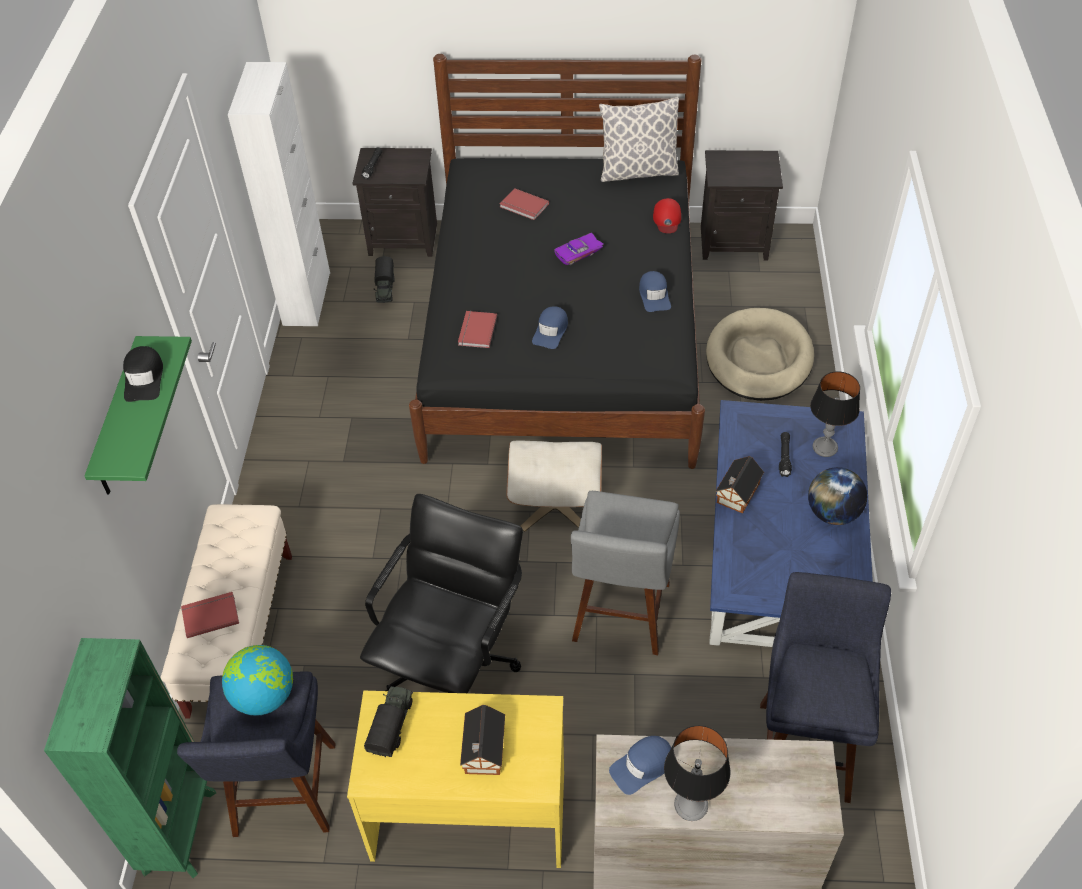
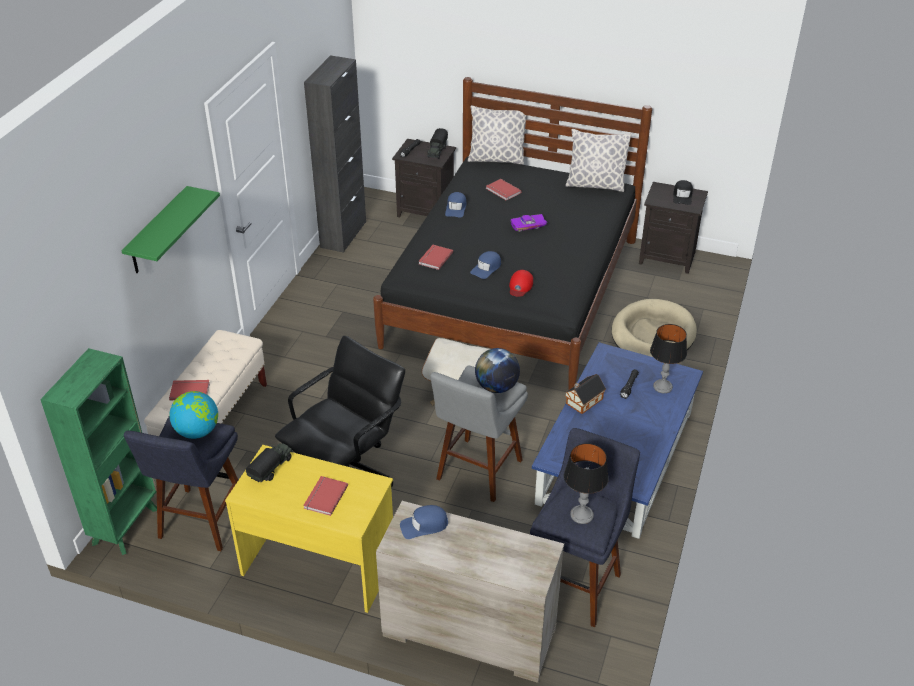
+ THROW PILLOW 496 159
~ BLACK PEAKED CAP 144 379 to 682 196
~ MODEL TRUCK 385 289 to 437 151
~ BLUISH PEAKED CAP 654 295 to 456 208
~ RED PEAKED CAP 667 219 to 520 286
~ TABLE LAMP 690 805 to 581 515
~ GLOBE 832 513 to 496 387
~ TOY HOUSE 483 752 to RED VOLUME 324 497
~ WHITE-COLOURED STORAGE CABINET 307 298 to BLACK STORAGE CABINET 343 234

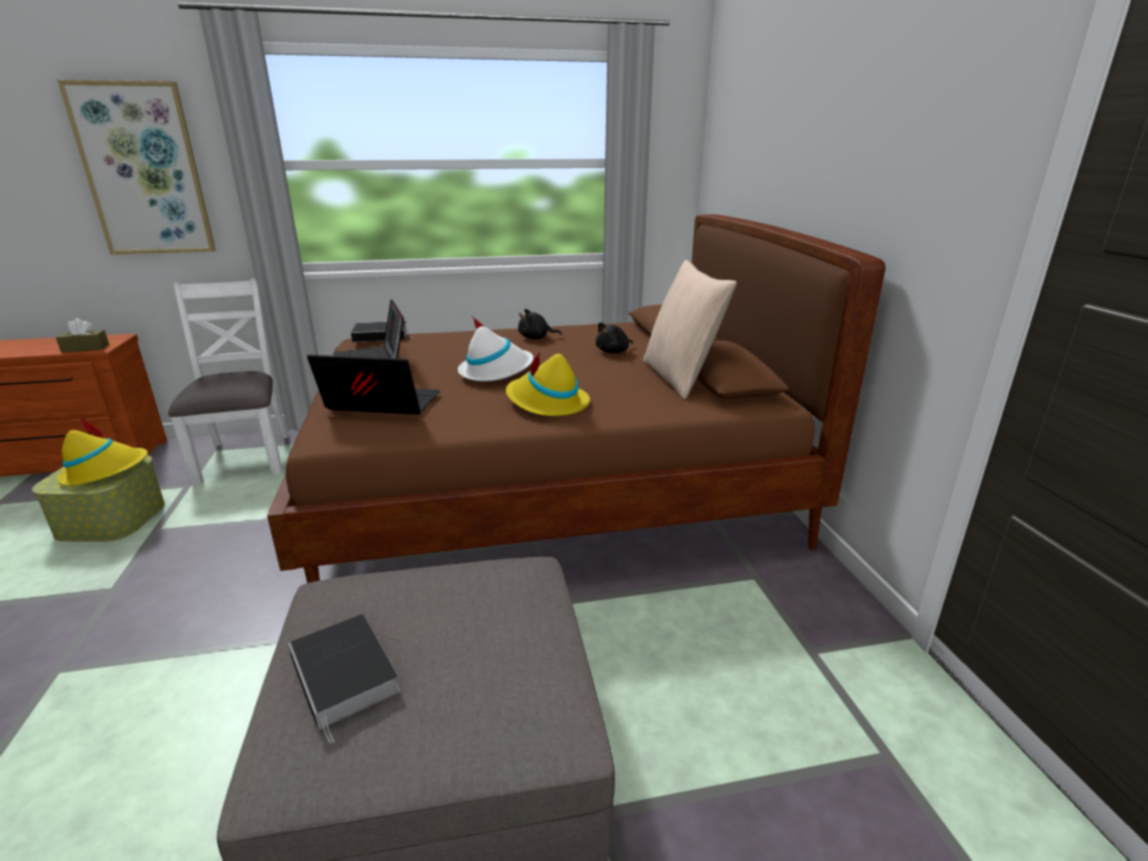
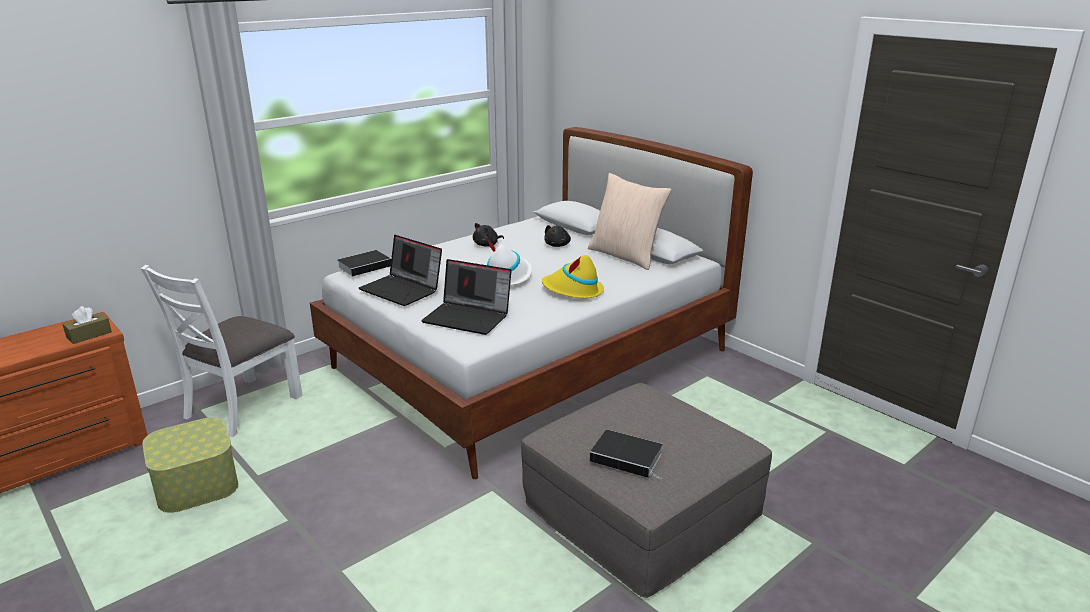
- PICTURE 143 171
- YELLOW-COLOURED HAT 105 471
~ BROWN-COLOURED BEDROOM BED 549 490 to WHITE-COLOURED BEDROOM BED 531 361
~ WHITE-COLOURED PLAIN CHAIR 245 457 = 242 406 105 degrees counterclockwise
~ NOTEBOOK COMPUTER 379 405 = 469 317 135 degrees counterclockwise

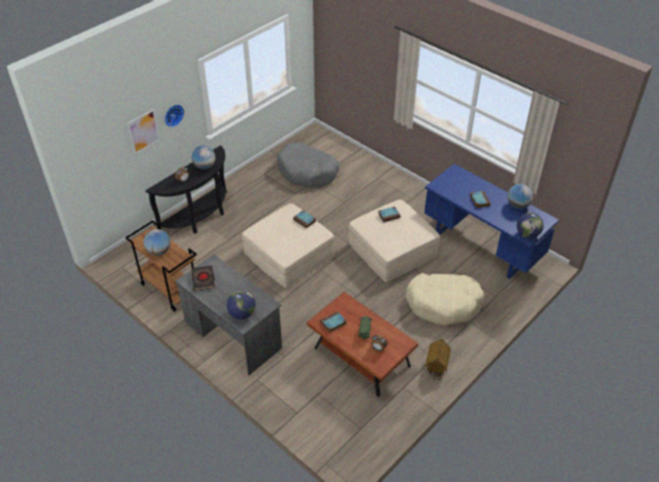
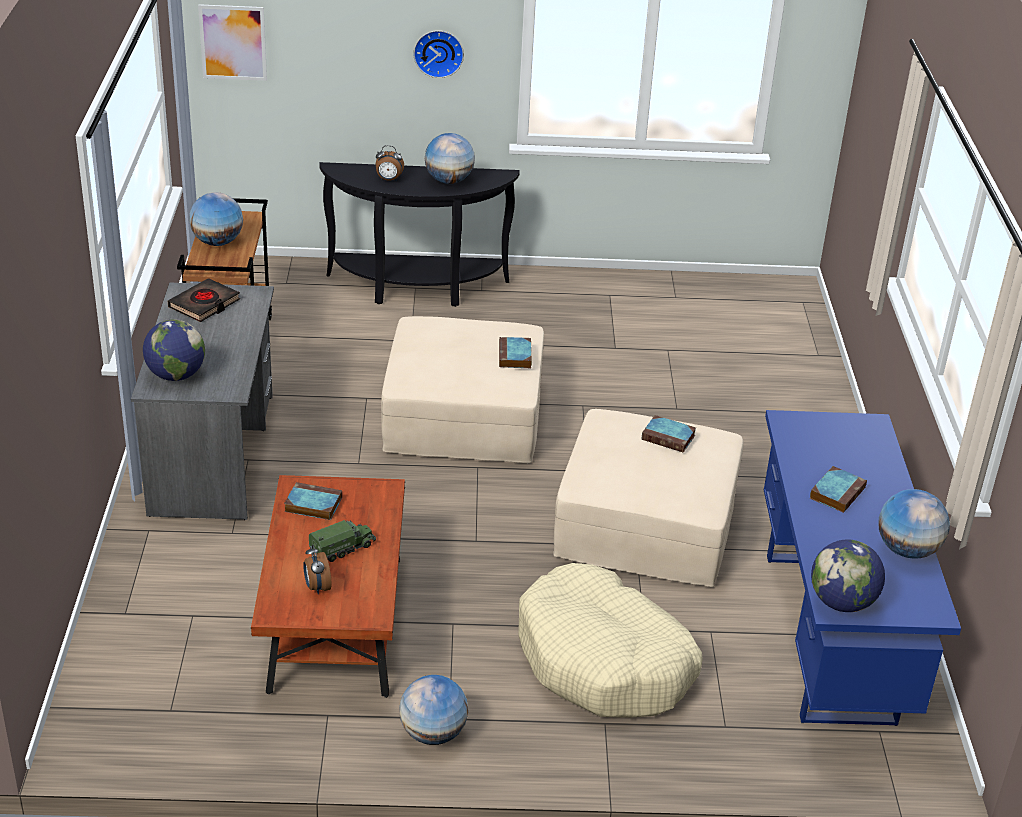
- GREY DOG BED 307 171
~ PICTURE 143 131 to 233 42
~ TOY HOUSE 436 365 to GLOBE 433 734

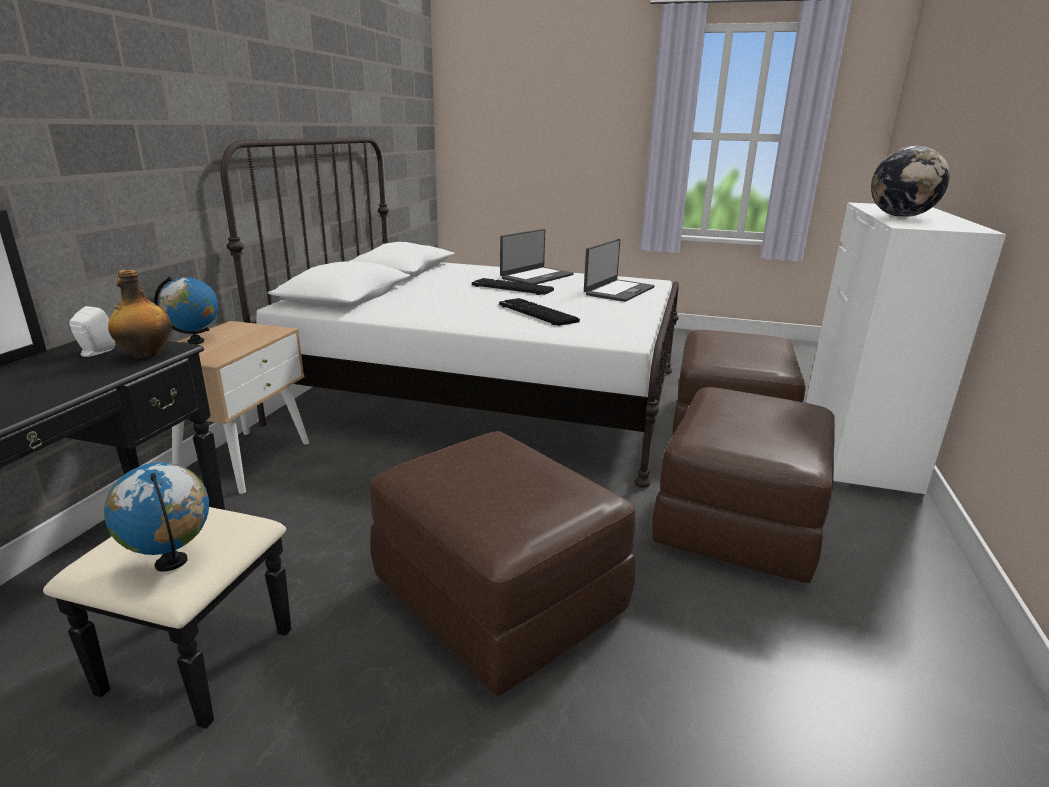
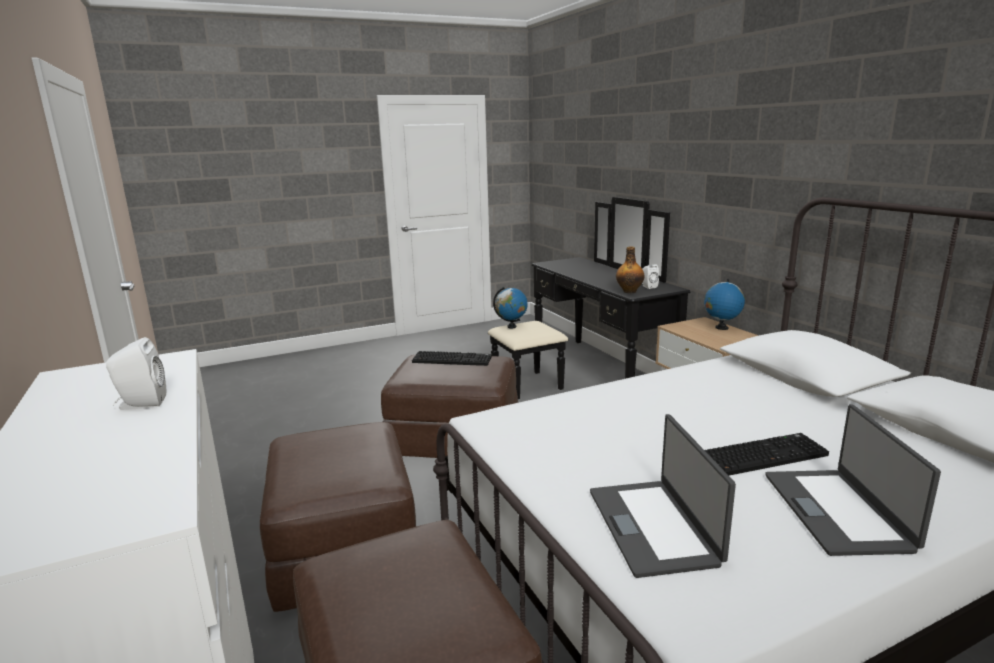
~ KEYBOARD 535 313 to 453 359
~ GLOBE 900 216 to WHITE-COLOURED LOUDSPEAKER 140 404

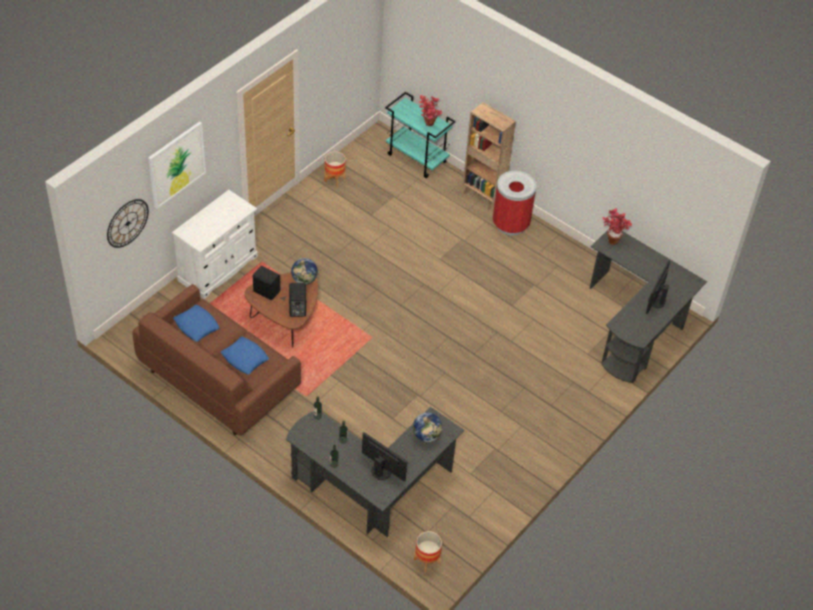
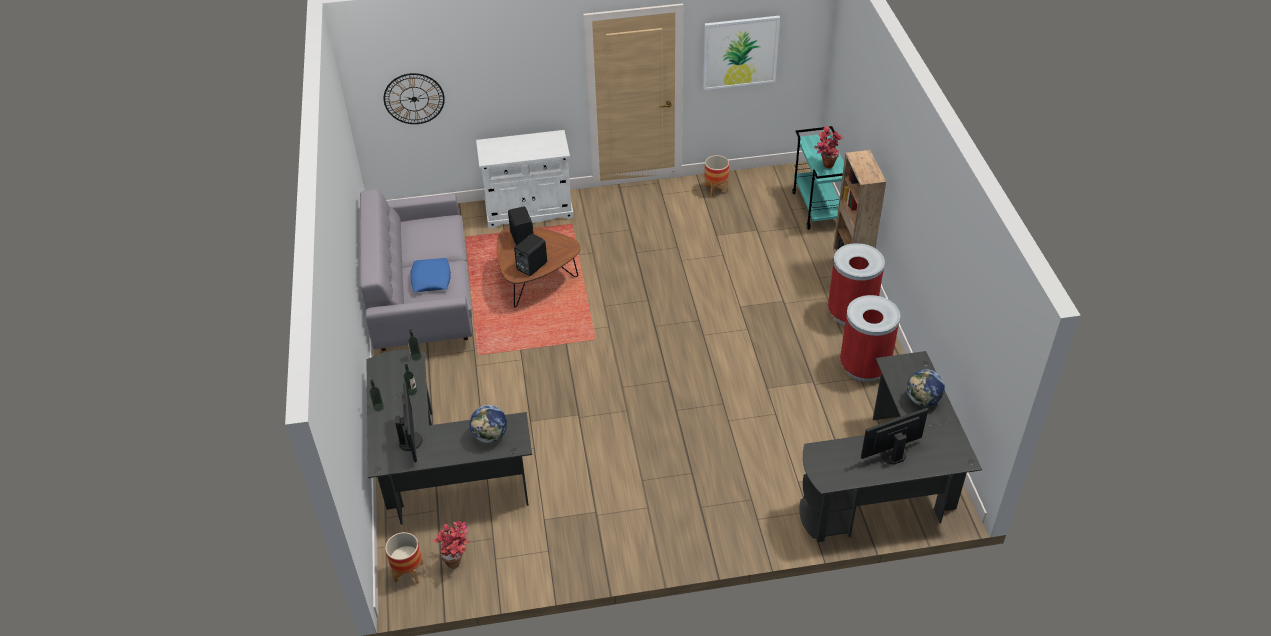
- BLUISH THROW PILLOW 196 326
+ RED WASTE BIN 864 367
~ PICTURE 176 164 to 740 52
~ GLOBE 304 280 to 923 400
~ HOUSEPLANT 612 239 to 457 560
~ BROWN-COLOURED SOFA 219 380 to GREY SOFA 423 299

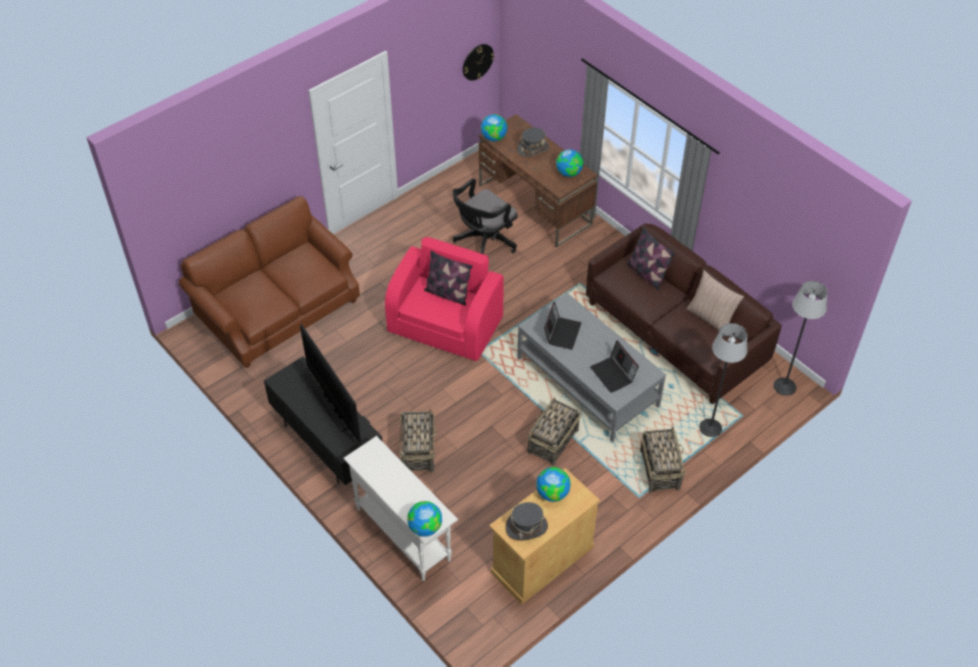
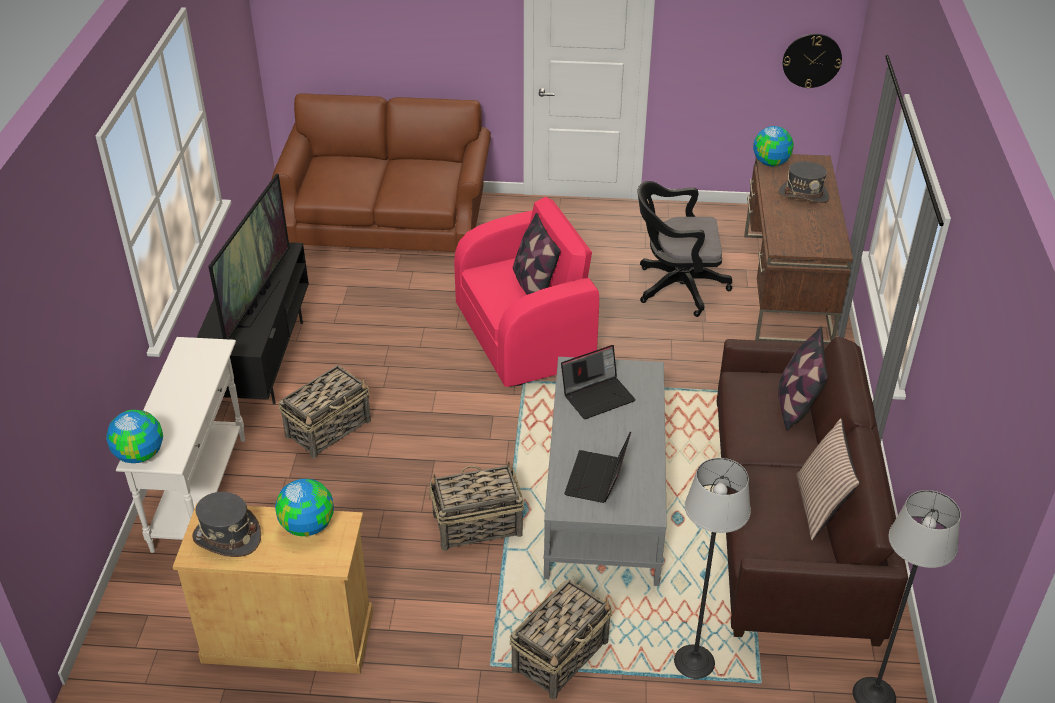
- GLOBE 569 173

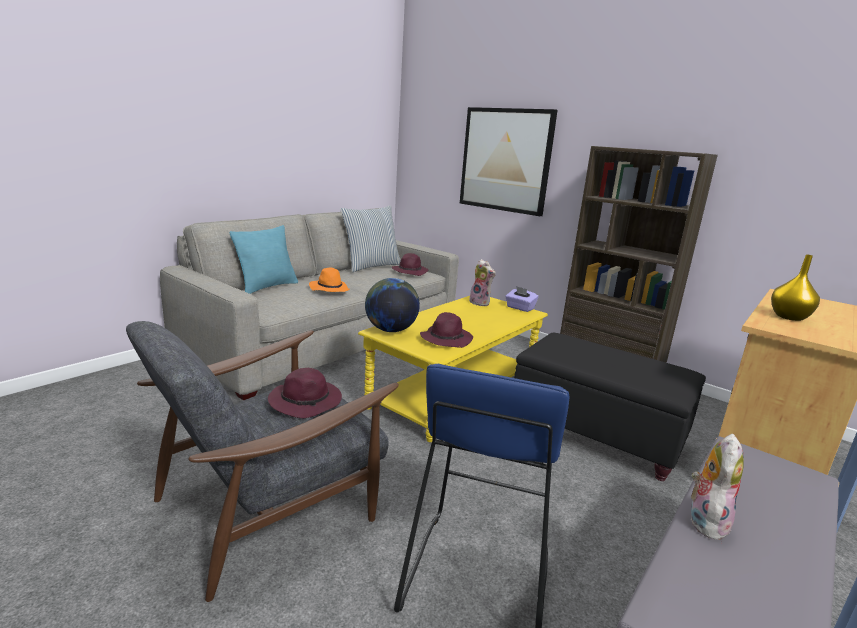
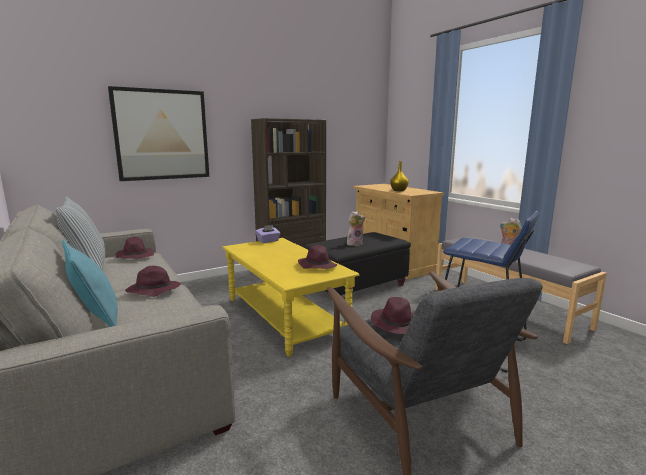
- GLOBE 390 330
~ PLUSH TOY 481 303 to 354 243
~ ORANGE HAT 329 289 to PURPLE HAT 153 290

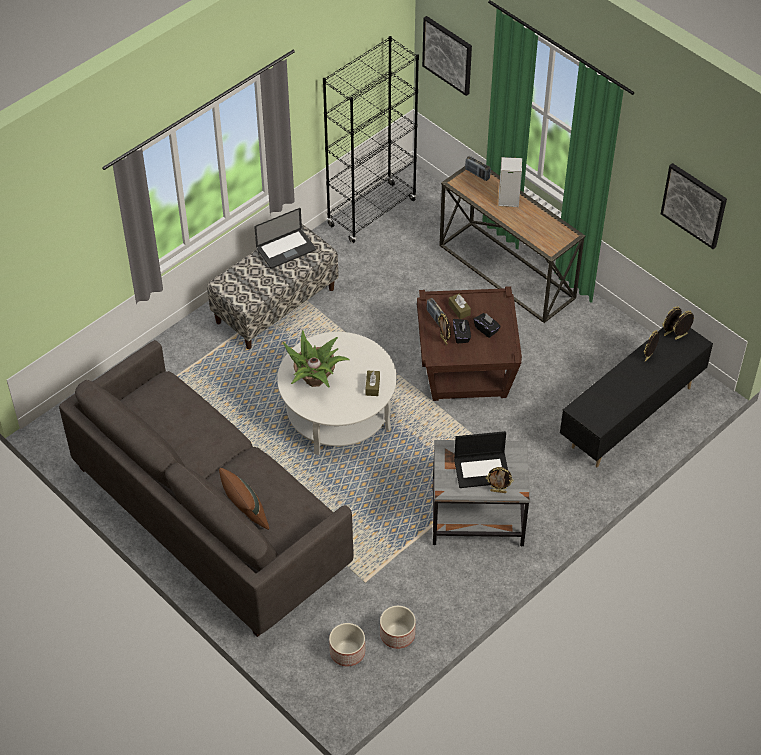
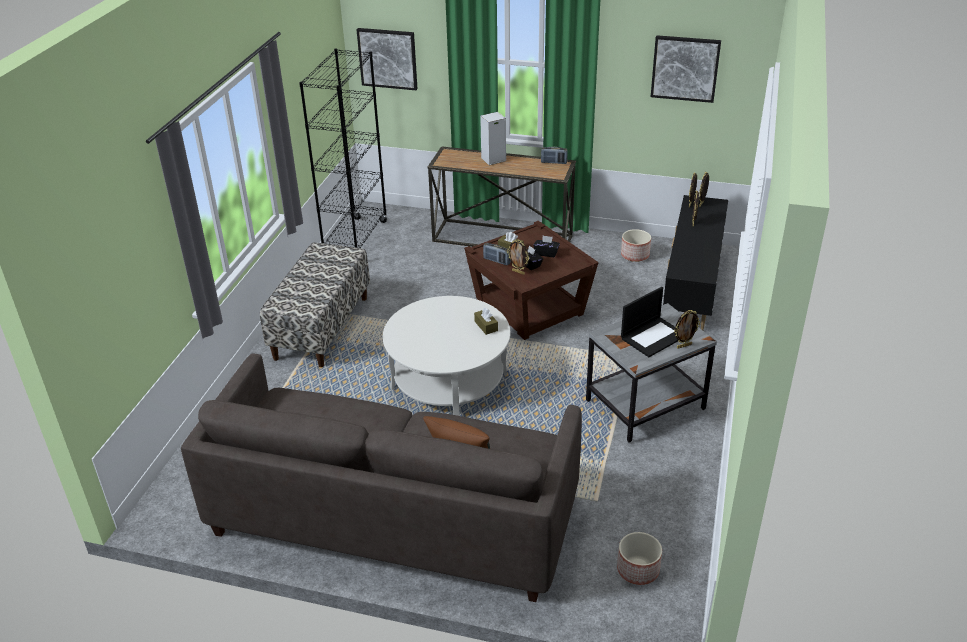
- NOTEBOOK COMPUTER 286 250
- HOUSEPLANT 315 380
~ PLANT POT 397 635 to 635 255
~ RADIO RECEIVER 477 174 to 553 162

